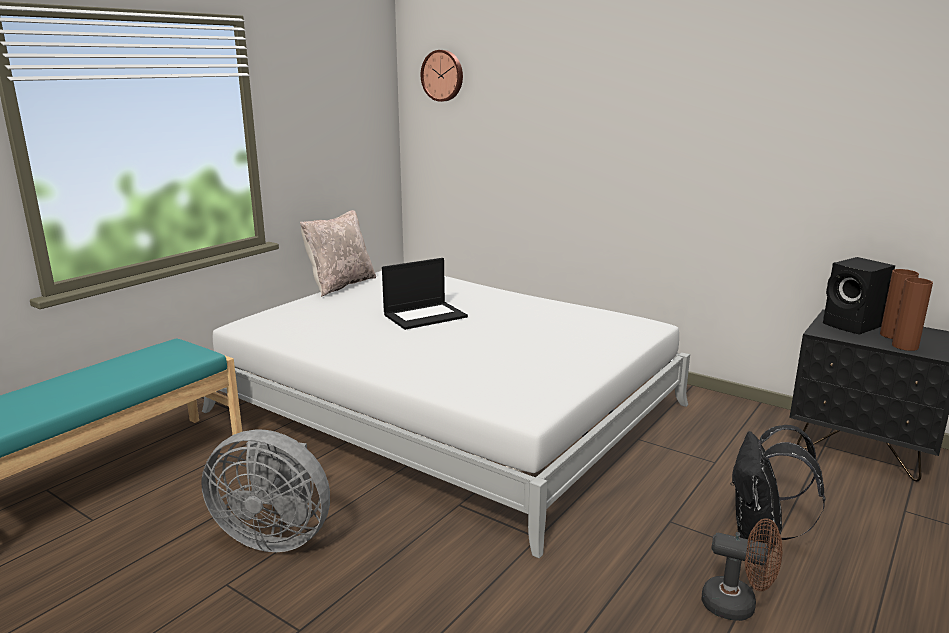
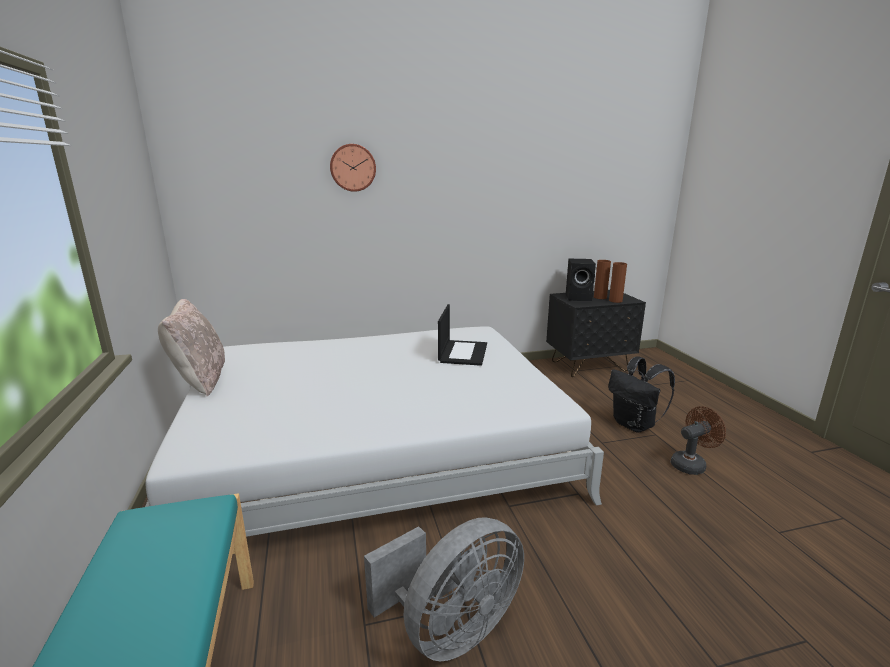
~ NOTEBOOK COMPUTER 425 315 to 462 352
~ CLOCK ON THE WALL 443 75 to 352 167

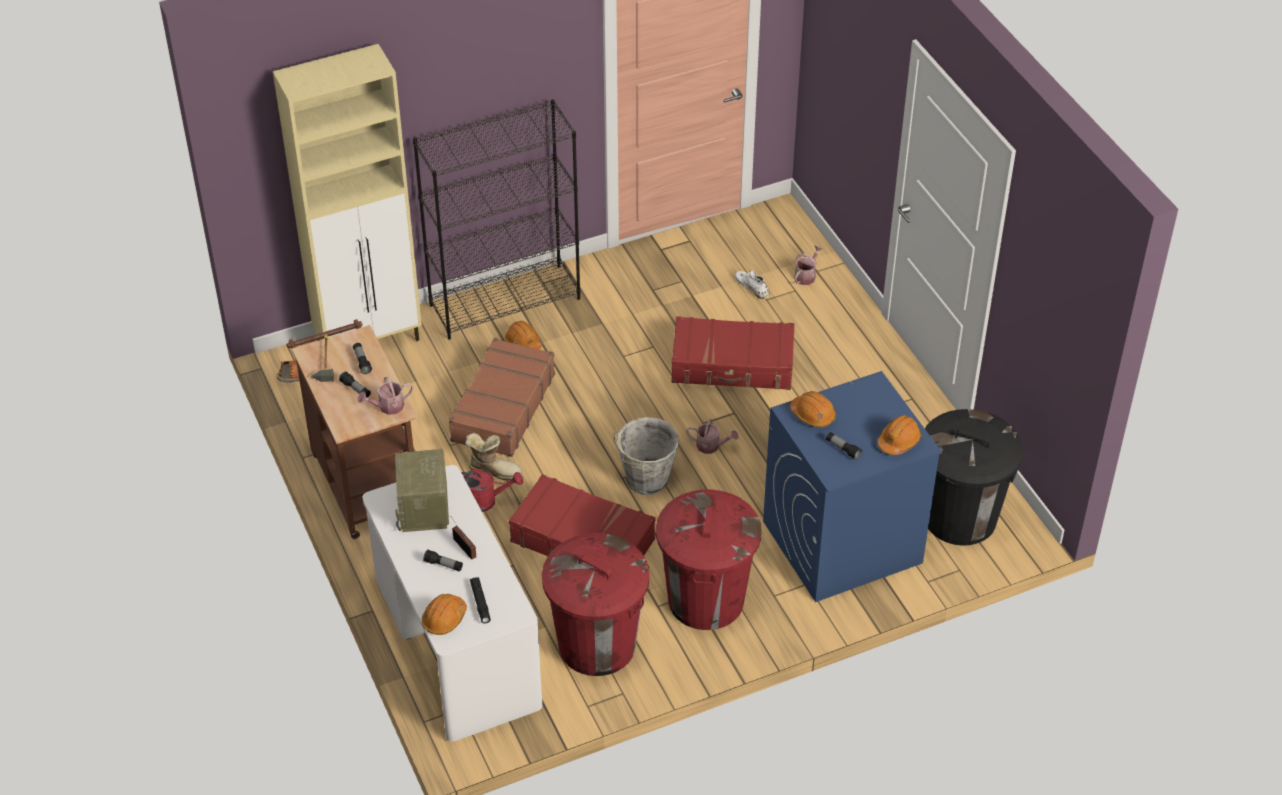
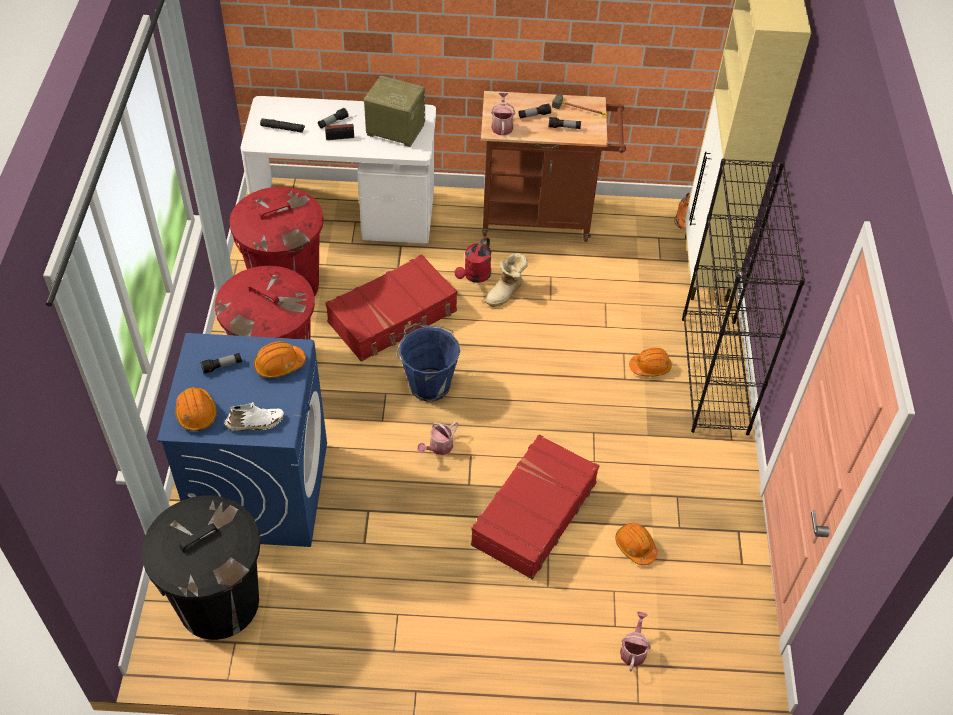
- BROWN-COLOURED SUITCASE 502 408
~ ORANGE HARD HAT 444 619 to 635 546
~ WHITE-COLOURED LOW SHOE 752 287 to 255 423
~ GREY WATER BUCKET 646 481 to BLUISH WATER BUCKET 428 384
~ SPRINKLING CAN 806 276 = 633 650 135 degrees counterclockwise

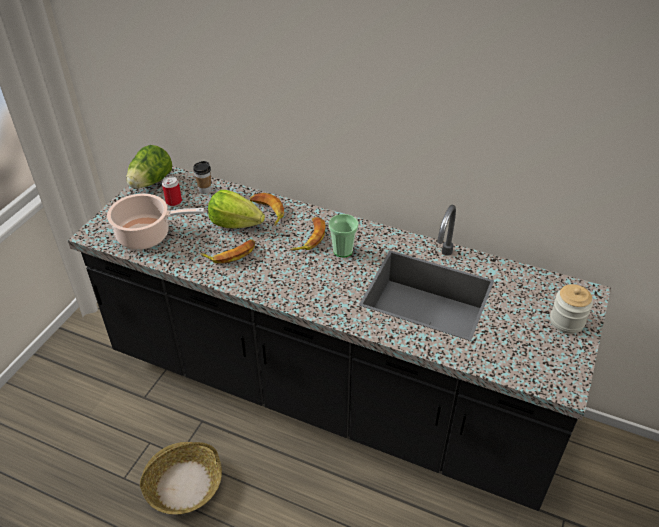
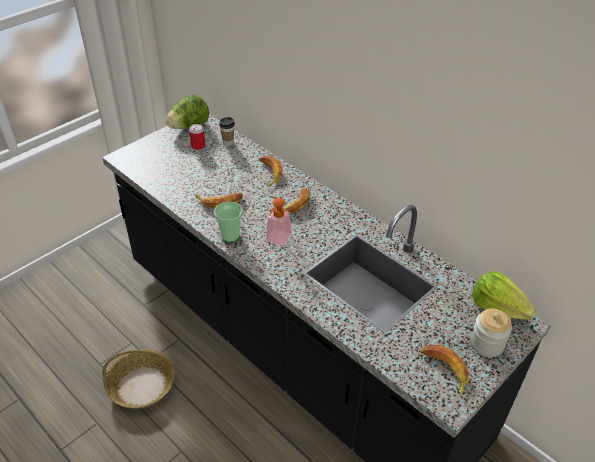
- STOCKPOT 147 235
+ SOAP BOTTLE 276 241
+ BANANA FRUIT 444 370
~ HEAD OF LETTUCE 235 223 to 497 308
~ DRINKING CUP 343 250 to 230 236

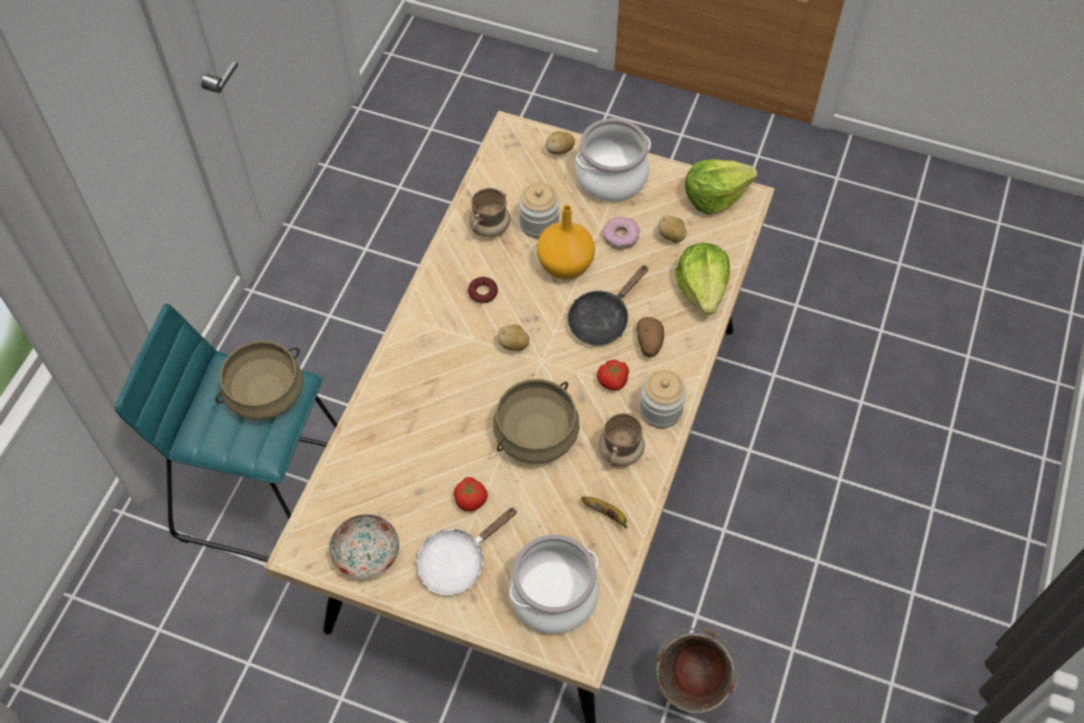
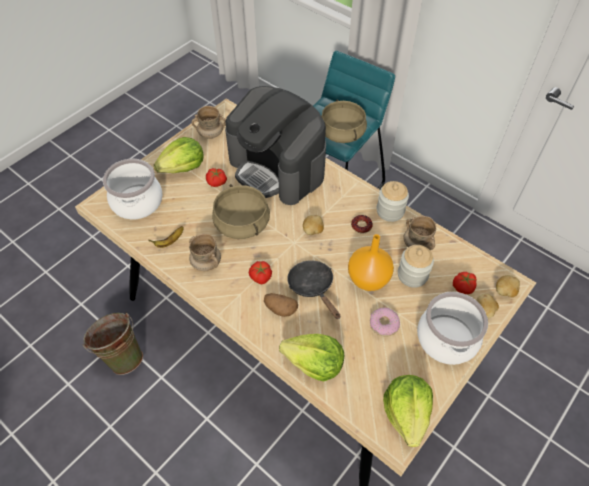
+ COFFEE MACHINE 277 168
+ FRESH TOMATO 463 287
~ JAR 660 410 to 390 211
~ WHOLE POTATO 671 236 to 504 292
~ PLATE 367 552 to SAND-COLOURED TEA MUG 210 134
~ WHITE-COLOURED PAN 457 561 to HEAD OF LETTUCE 183 167

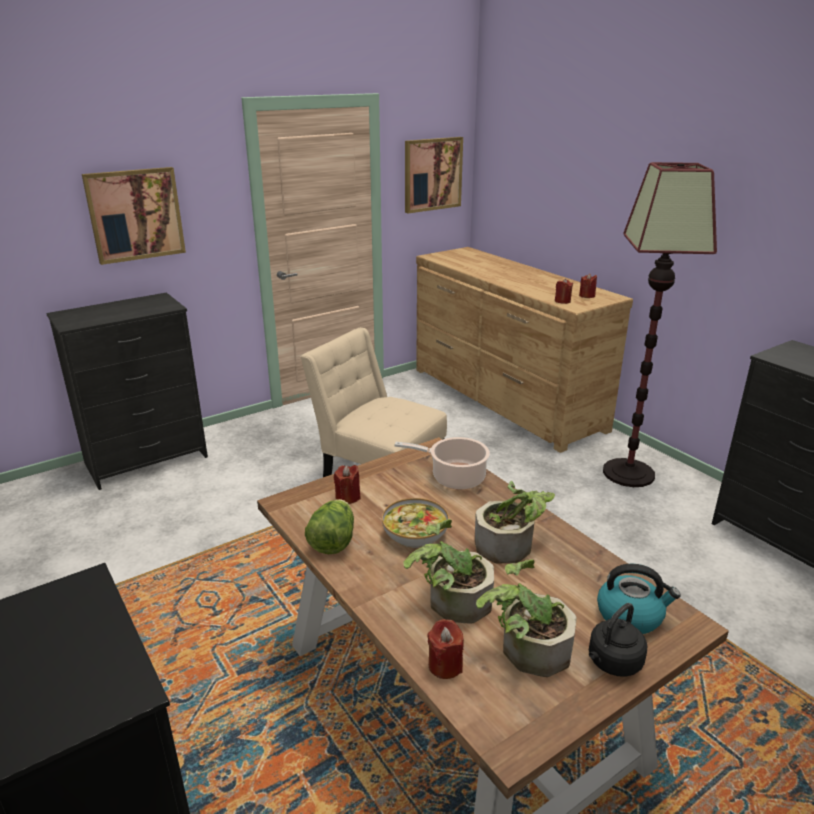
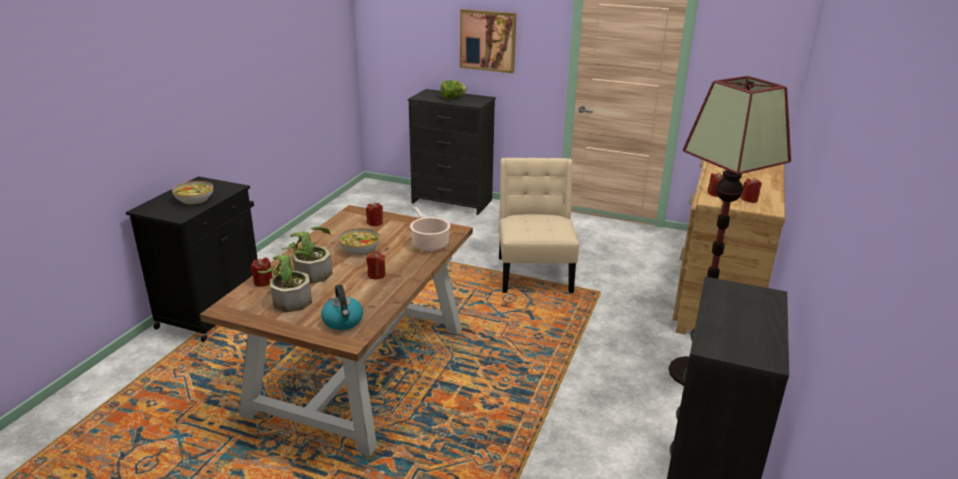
- PICTURE 432 174
- BLACK KETTLE 612 663
+ DEEP DISH 194 199
~ HEAD OF LETTUCE 333 541 to 452 98
~ HOUSEPLANT 511 545 to RED WAX LIGHT 376 275

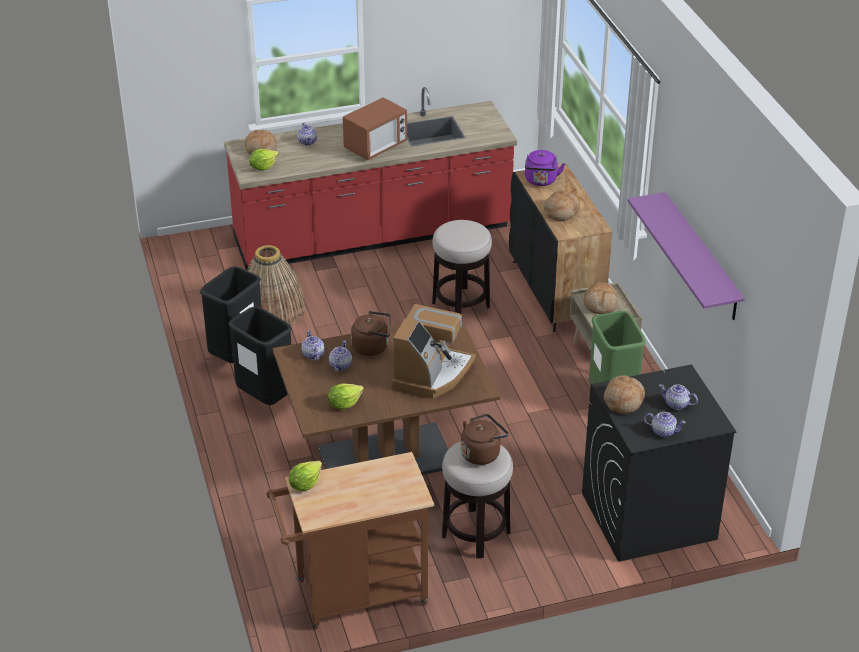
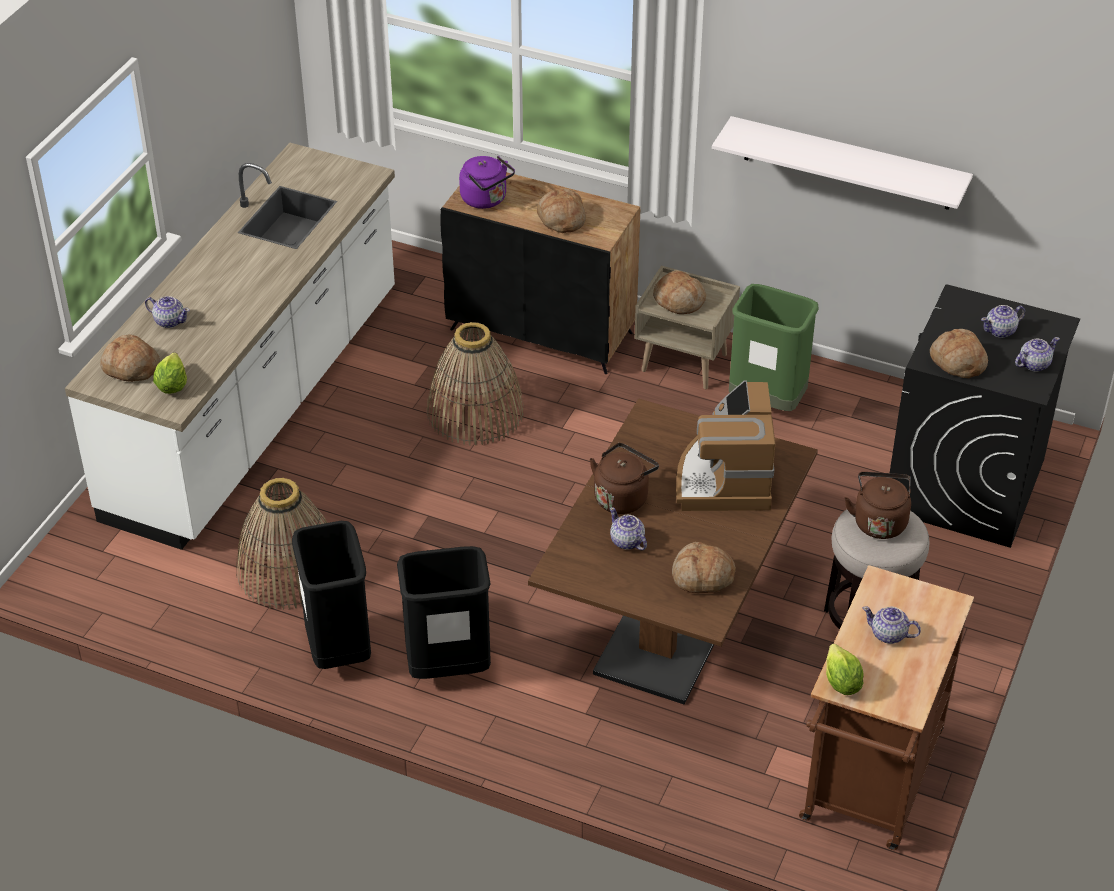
- MICROWAVE OVEN 376 147
~ TEAPOT 313 355 to 889 635
~ HEAD OF LETTUCE 344 404 to BAKED BREAD 702 577
~ SITTING STOOL 461 304 to BASKET 475 412
~ RED COUNTER 373 235 to WHITE-COLOURED COUNTER 257 405
~ PURPLE SHELF 701 257 to WHITE-COLOURED SHELF 847 164
~ COFFEE MACHINE 432 374 = 724 478 150 degrees counterclockwise

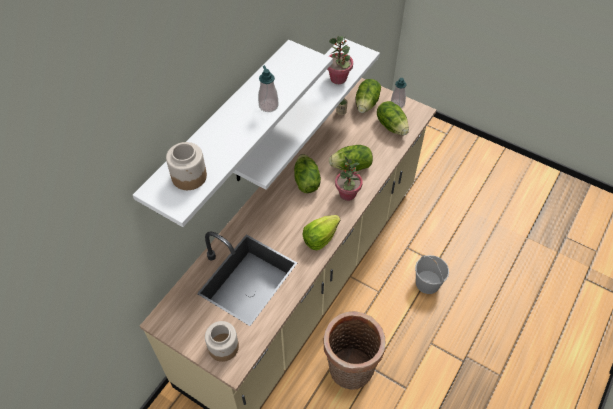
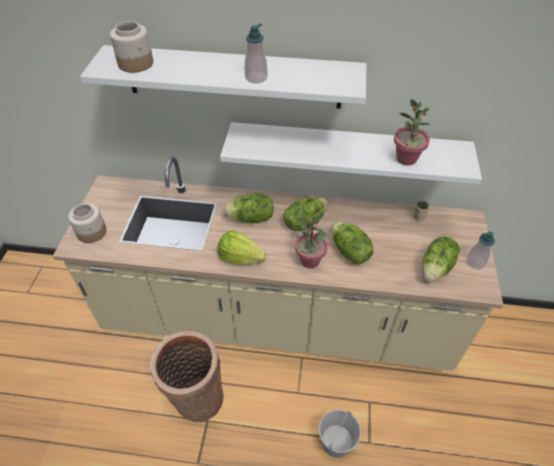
~ HEAD OF LETTUCE 367 104 to 251 219

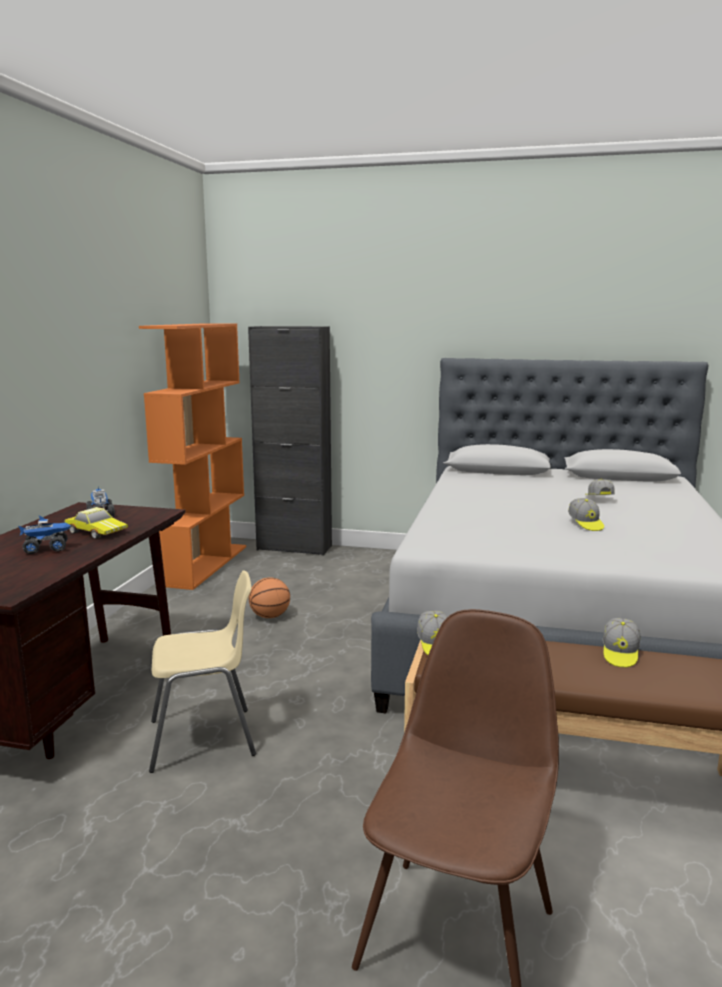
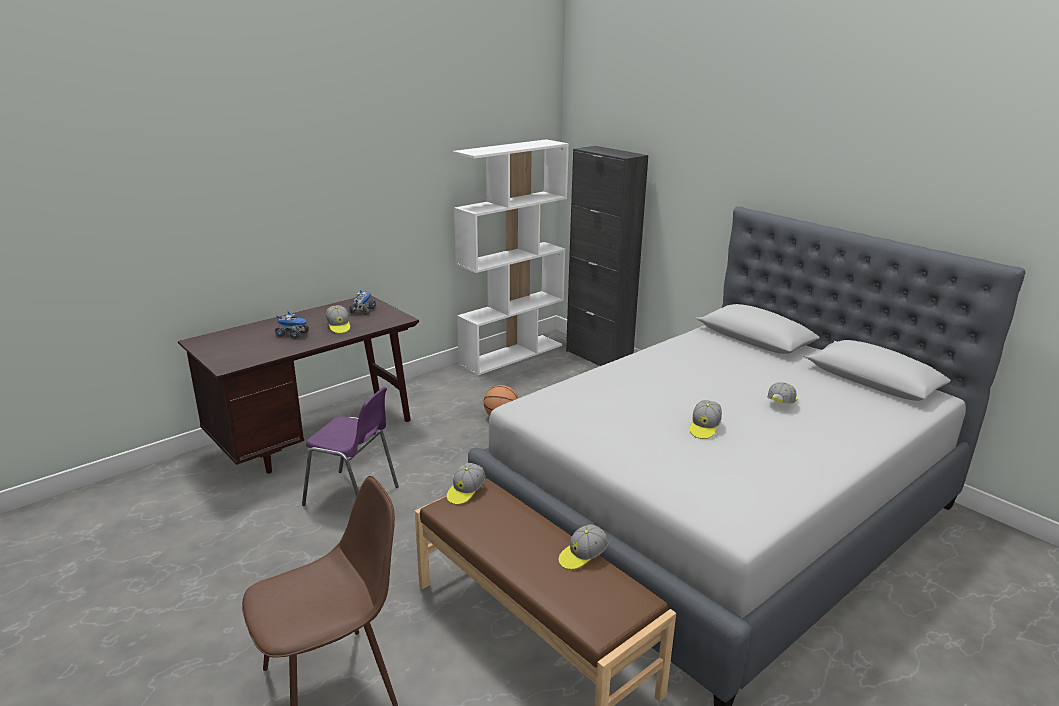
~ MINIATURE CAR 97 531 to PEAKED CAP 338 326
~ ORANGE SHELVING UNIT 205 565 to WHITE-COLOURED SHELVING UNIT 511 354
~ SAND-COLOURED PLAIN CHAIR 205 738 to PURPLE PLAIN CHAIR 353 496

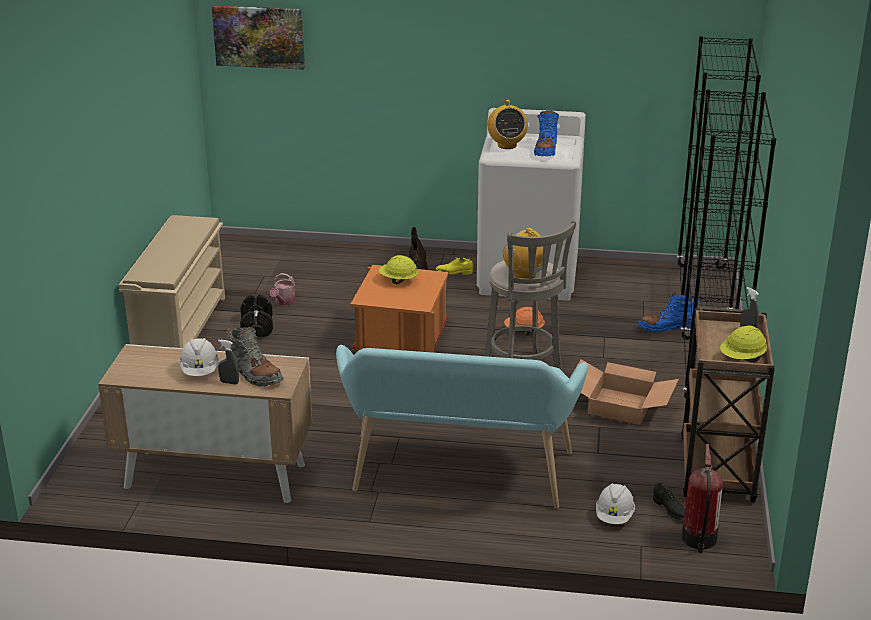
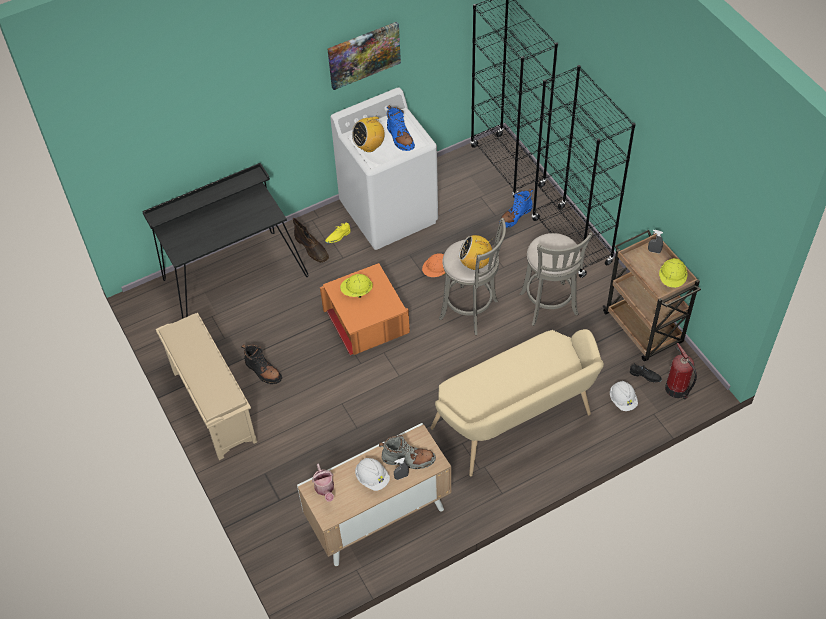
+ BLACK DESK TABLE 232 277
~ PICTURE 259 36 to 363 54
~ SPRINKLING CAN 284 302 to 325 489
~ BLACK FREE WEIGHT 257 327 to BLACK BOOT 263 371
~ CARDBOARD BOX 619 406 to GREY SITTING STOOL 549 306
~ BLUE-GREEN INDOOR BENCH 458 478 to SAND-COLOURED INDOOR BENCH 516 425
~ RADIO RECEIVER 506 145 = 369 146 105 degrees clockwise

